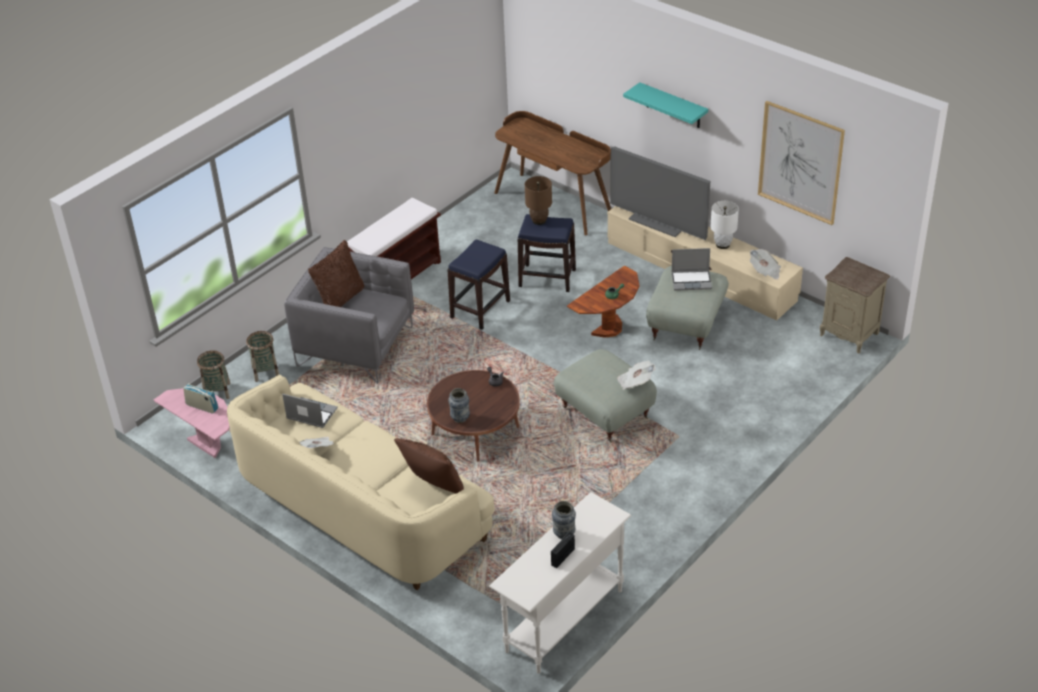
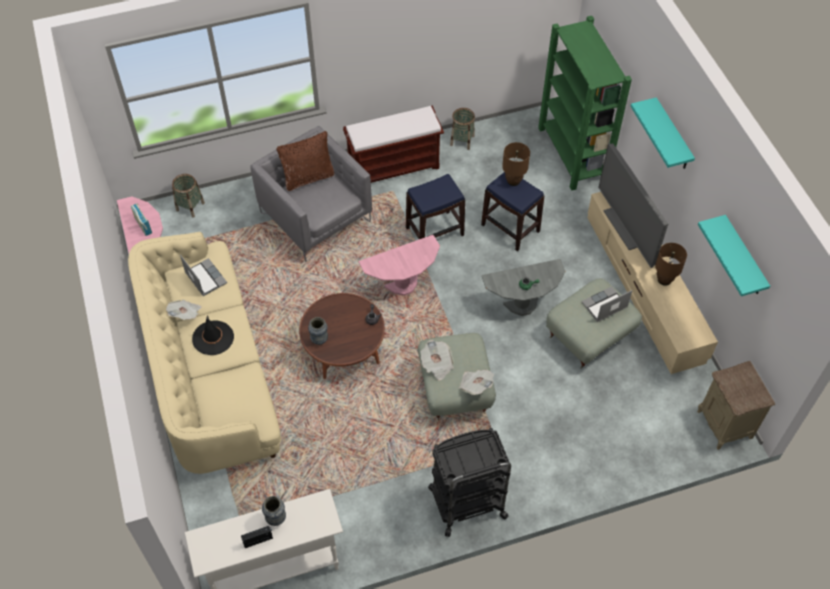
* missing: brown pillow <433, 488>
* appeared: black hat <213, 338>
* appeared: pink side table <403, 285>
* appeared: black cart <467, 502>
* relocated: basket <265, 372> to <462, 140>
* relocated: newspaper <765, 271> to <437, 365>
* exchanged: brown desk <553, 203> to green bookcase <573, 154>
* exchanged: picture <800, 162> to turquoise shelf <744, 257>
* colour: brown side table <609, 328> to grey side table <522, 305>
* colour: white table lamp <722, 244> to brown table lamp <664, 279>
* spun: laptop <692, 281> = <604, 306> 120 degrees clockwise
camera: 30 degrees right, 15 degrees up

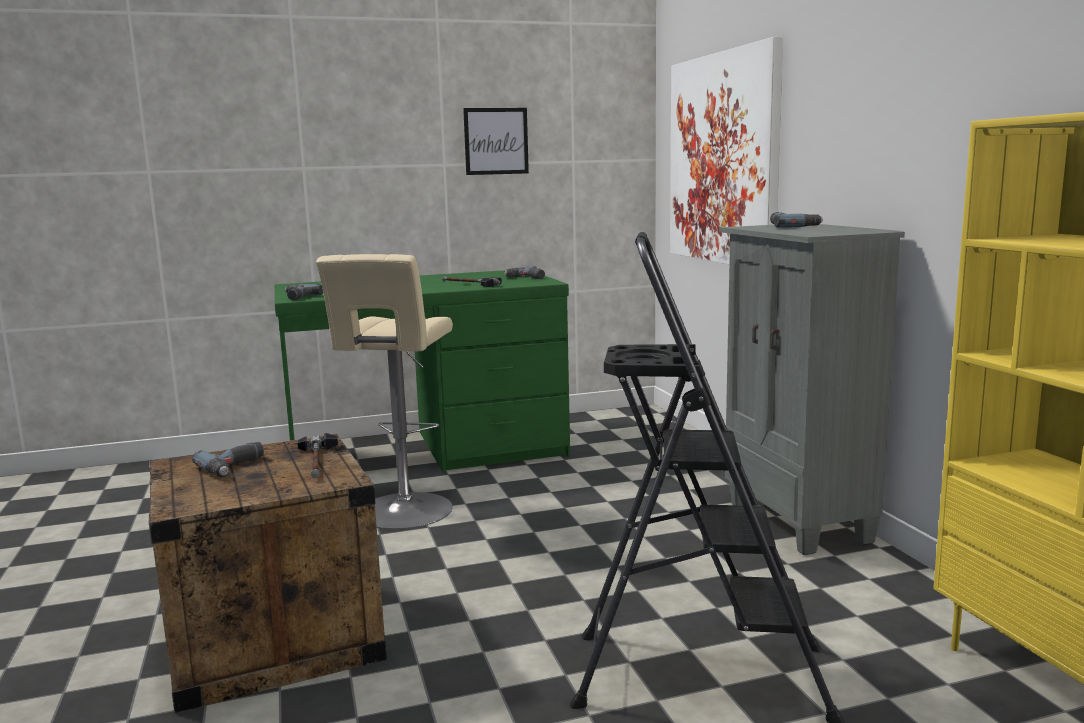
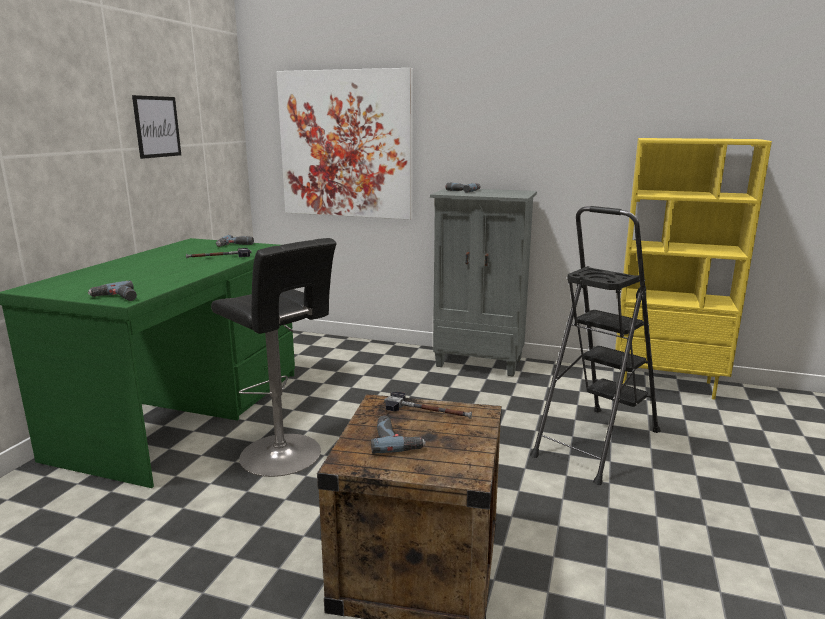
* colour: beige stool <403, 513> to black stool <284, 456>
camera: 55 degrees left, 5 degrees up

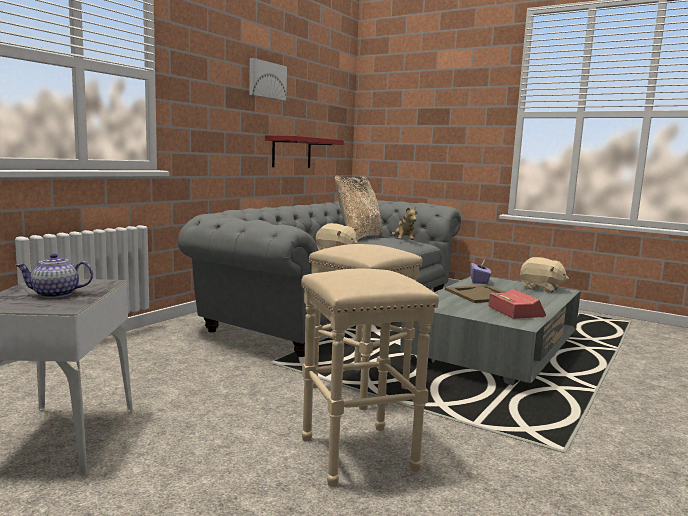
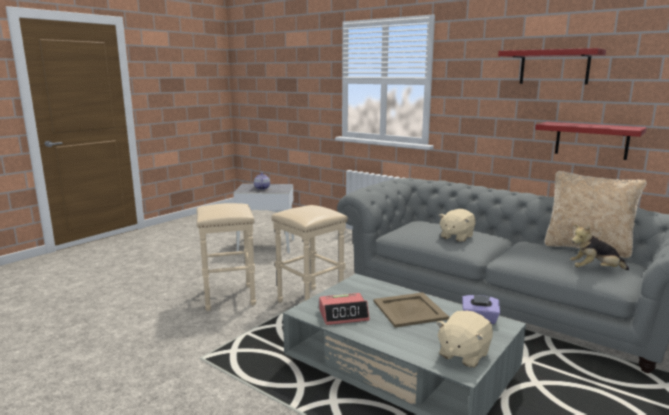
* exchanged: picture <266, 80> to red shelf <554, 67>
camera: 95 degrees right, 5 degrees up

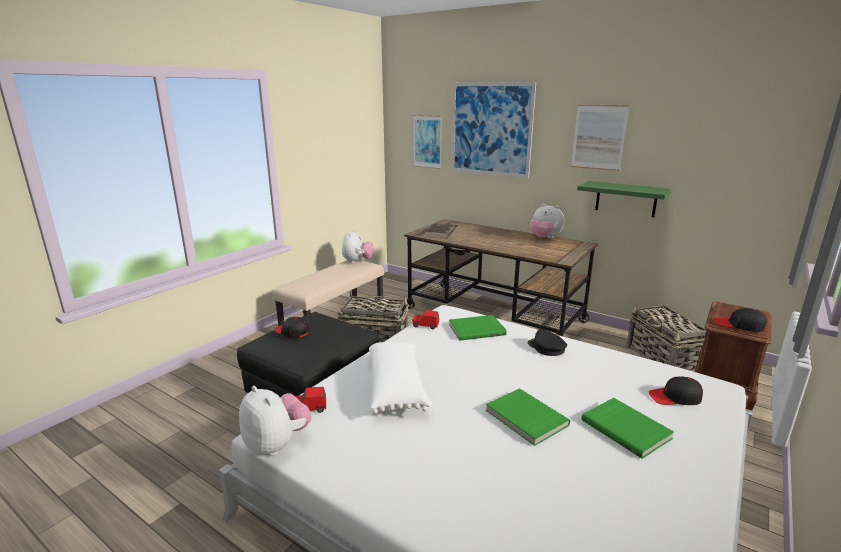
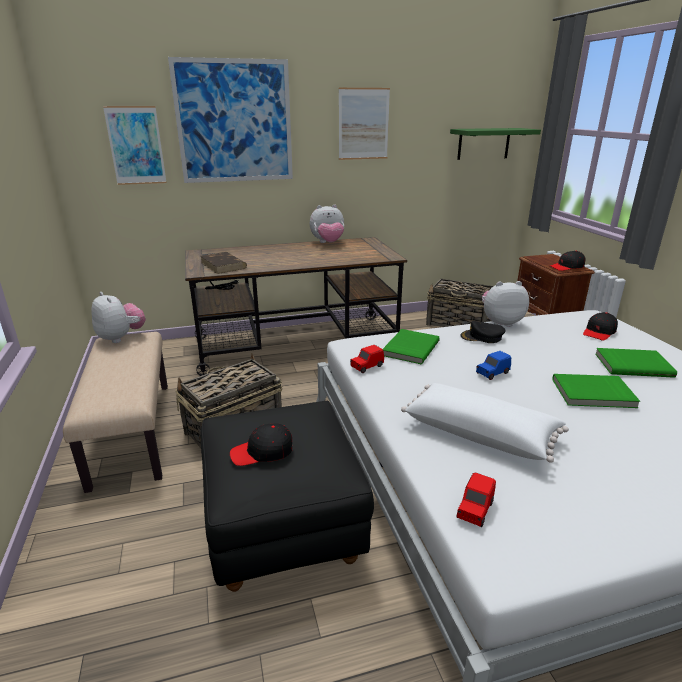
* appeared: blue toy car <492, 373>
* relocated: plush toy <277, 444> to <500, 322>
* relocated: green shelf <626, 199> to <483, 143>
camera: 50 degrees left, 5 degrees up

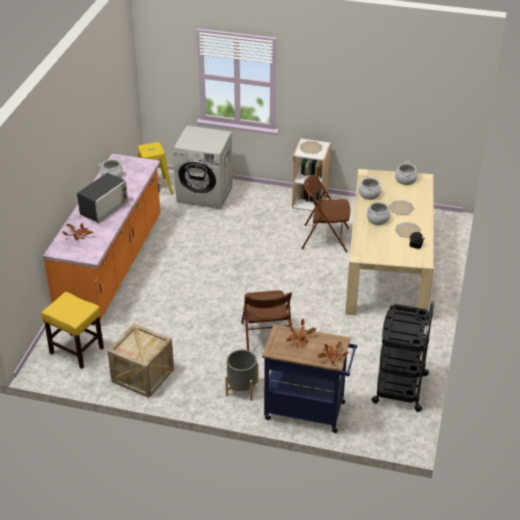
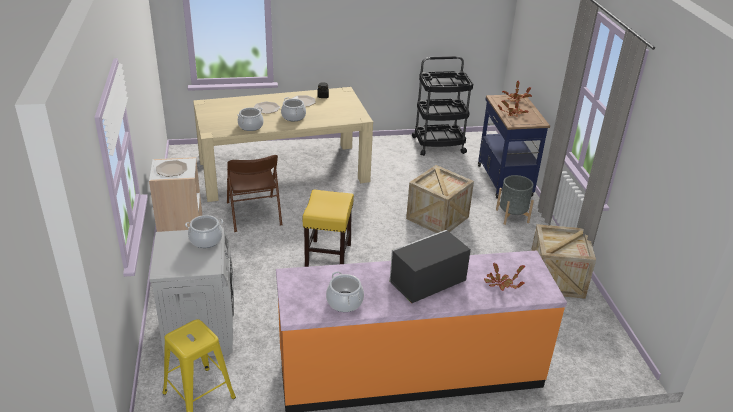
* relocated: yellow stool <76, 350> to <328, 256>
* relocated: cooking pot <405, 180> to <206, 240>
* exchanged: brown chair <266, 338> to crate <437, 218>
* spun: microwave <104, 208> = <427, 282> 45 degrees counterclockwise
camera: 115 degrees left, 5 degrees down

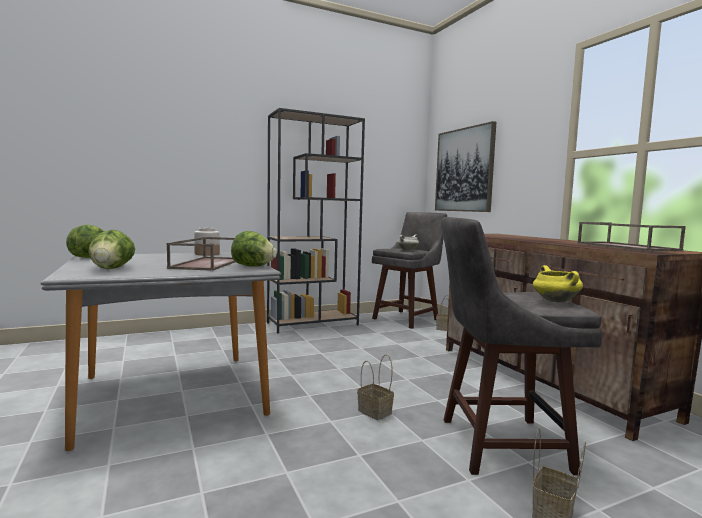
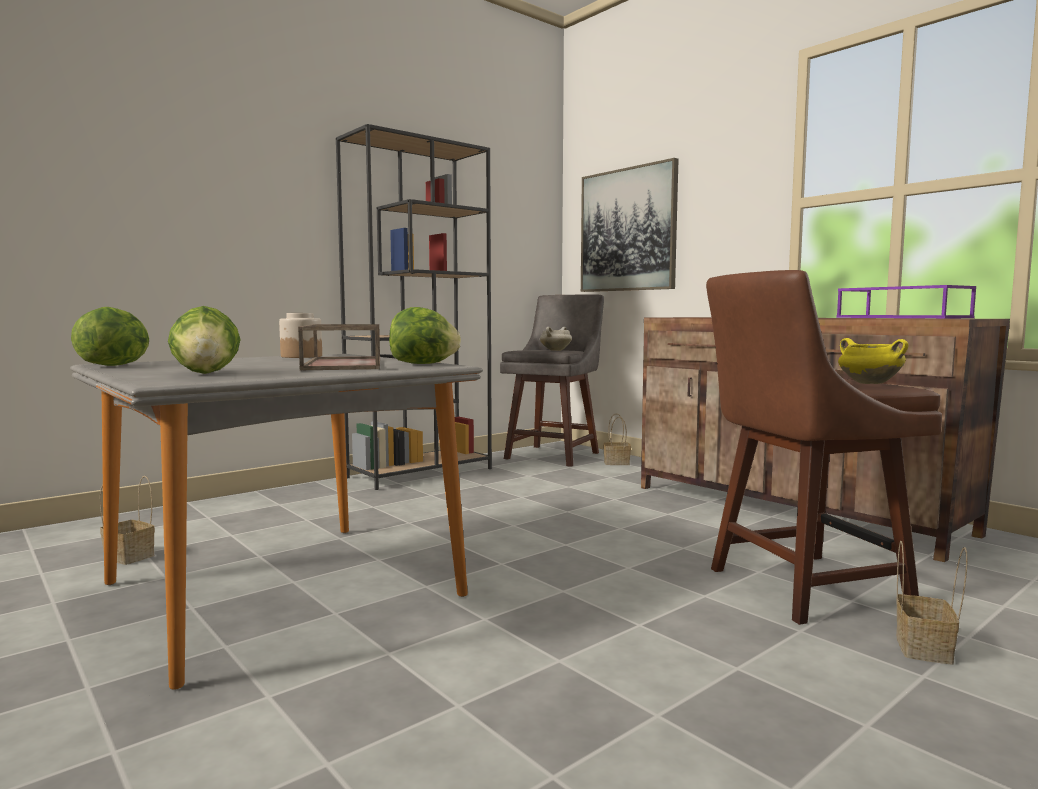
* relocated: basket <376, 412> to <131, 556>
* colour: grey stool <498, 444> to brown stool <801, 587>
* colour: brown tray <624, 247> to purple tray <900, 318>
camera: 15 degrees left, 0 degrees up

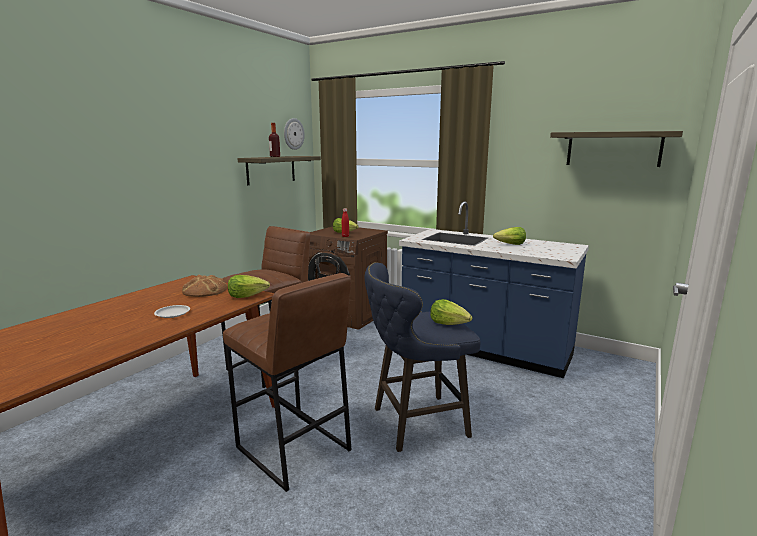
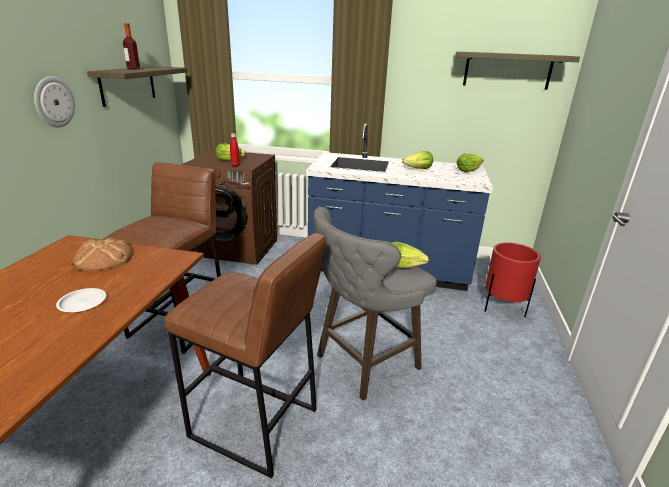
* appeared: red planter <503, 308>
* relocated: lettuce <247, 296> to <468, 170>
* relocated: wall clock <293, 134> to <53, 102>
* colour: blue stool <415, 422> to grey stool <363, 363>
camera: 20 degrees left, 10 degrees up

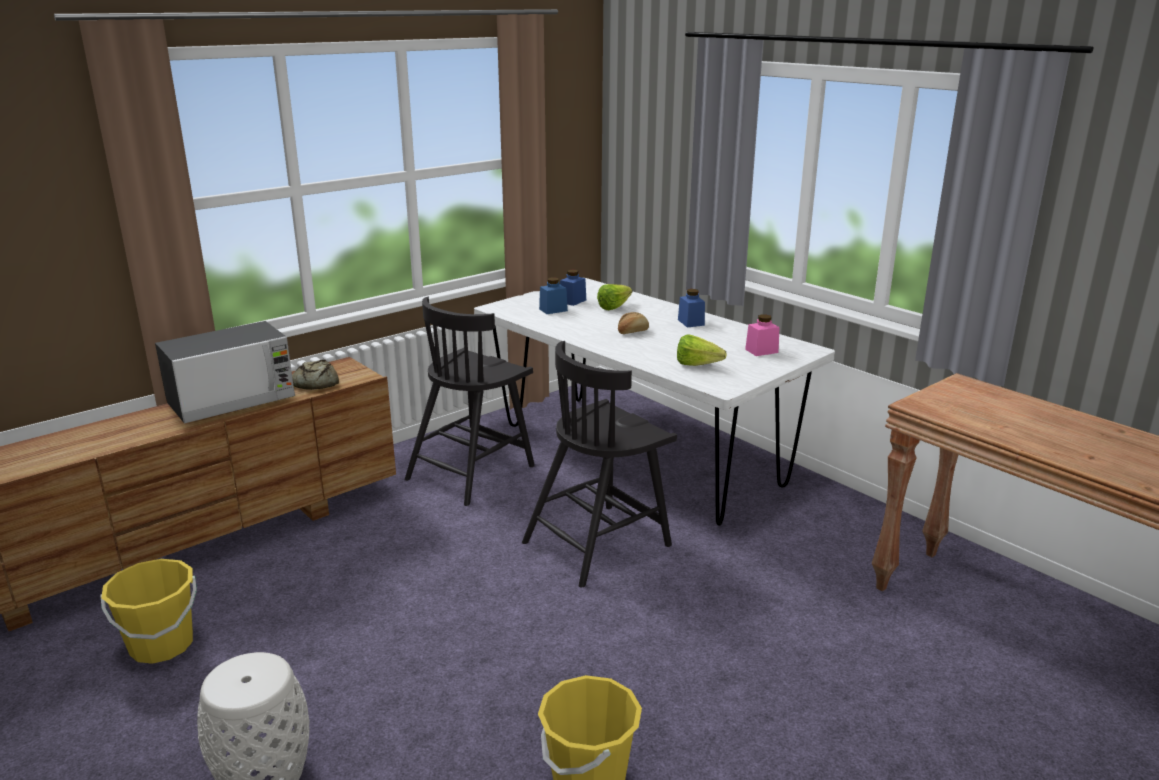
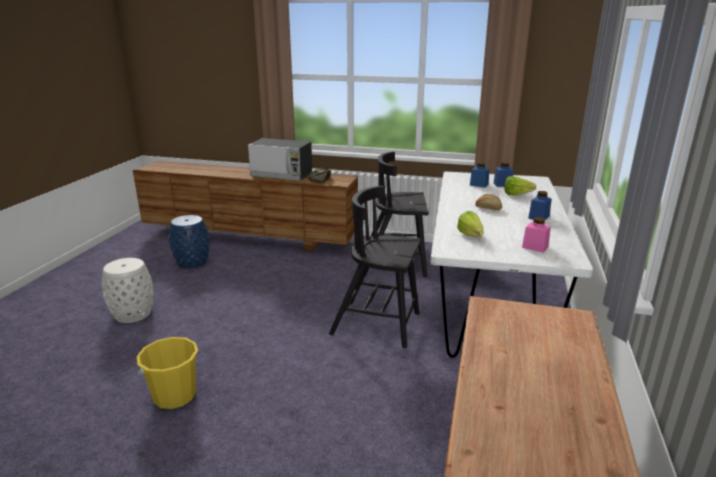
* exchanged: yellow bucket <162, 645> to blue stool <192, 262>
camera: 55 degrees right, 0 degrees up

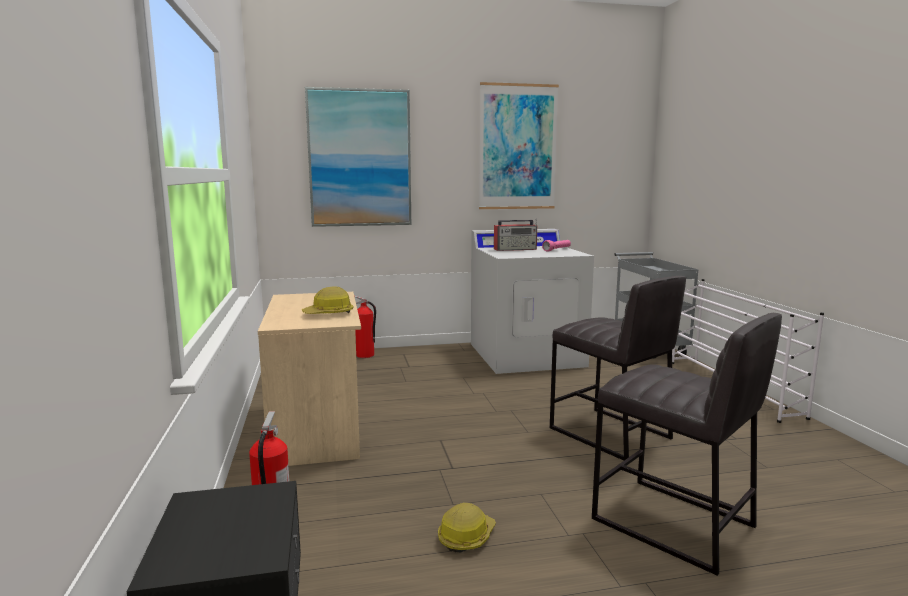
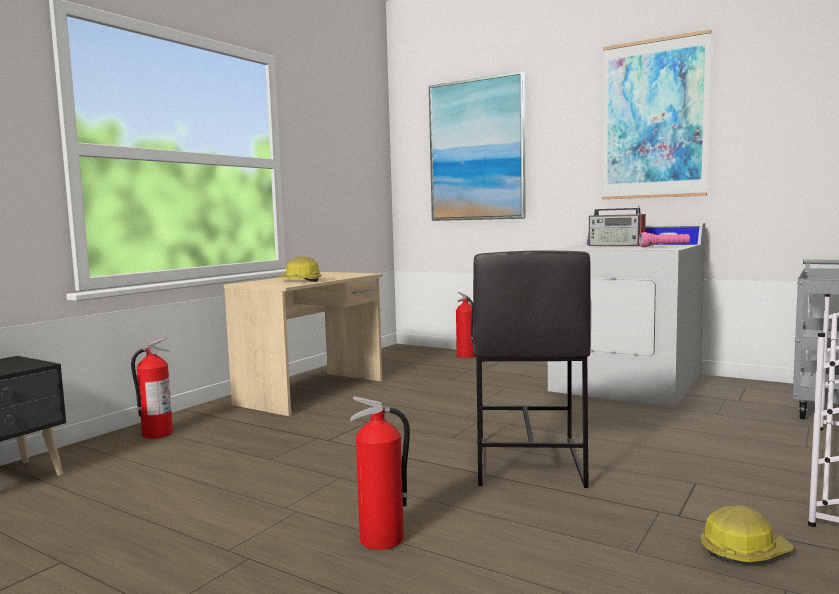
* relocated: hard hat <466, 537> to <743, 551>
* exchanged: grey stool <673, 523> to fire extinguisher <382, 540>
camera: 45 degrees right, 5 degrees down

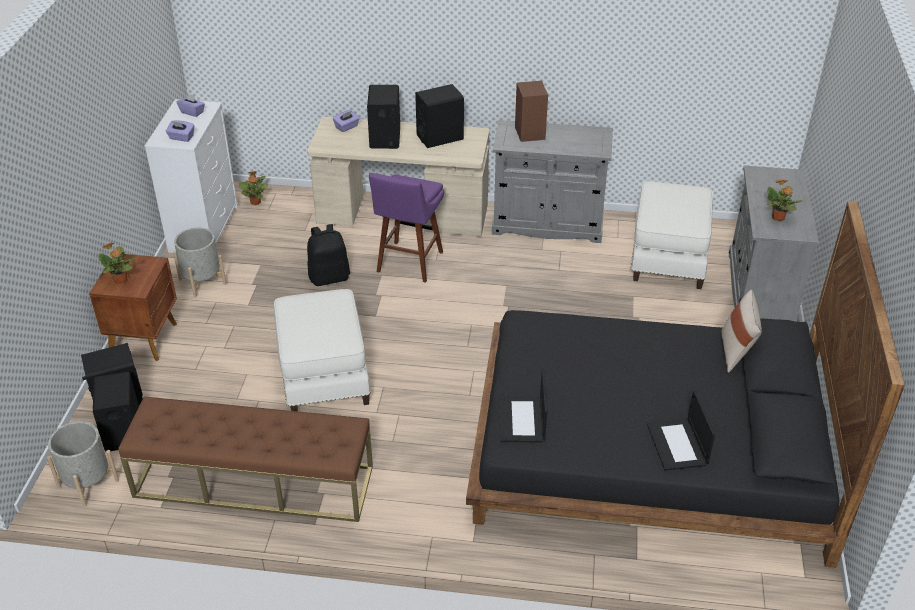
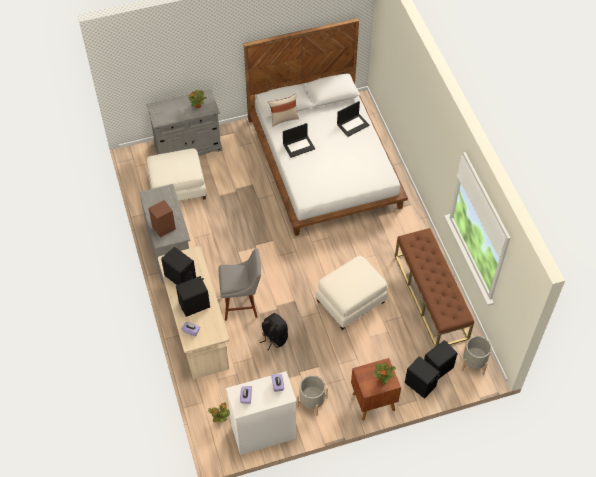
* relocated: laptop <522, 420> to <299, 146>
* colour: purple stool <408, 264> to grey stool <242, 304>
* colour: black bed <648, 449> to white bed <325, 162>
camera: 115 degrees left, 15 degrees up

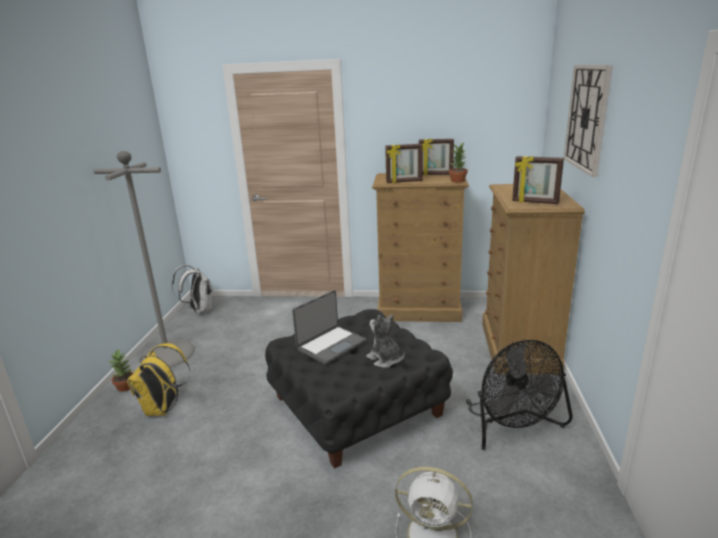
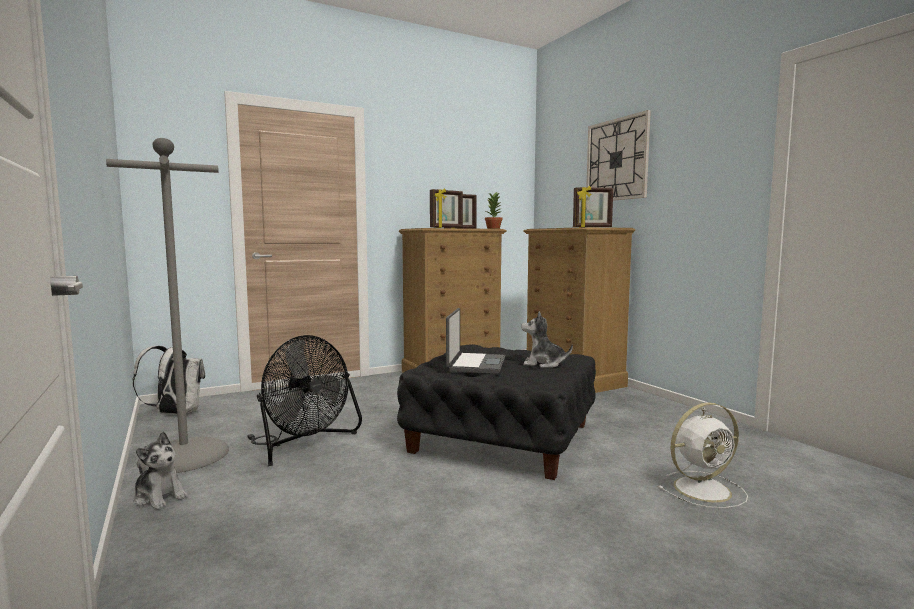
* missing: yellow backpack <163, 409>
* relocated: black fan <510, 426> to <300, 444>
* exchanged: potted plant <125, 387> to plush toy <160, 497>
camera: 35 degrees left, 15 degrees down

